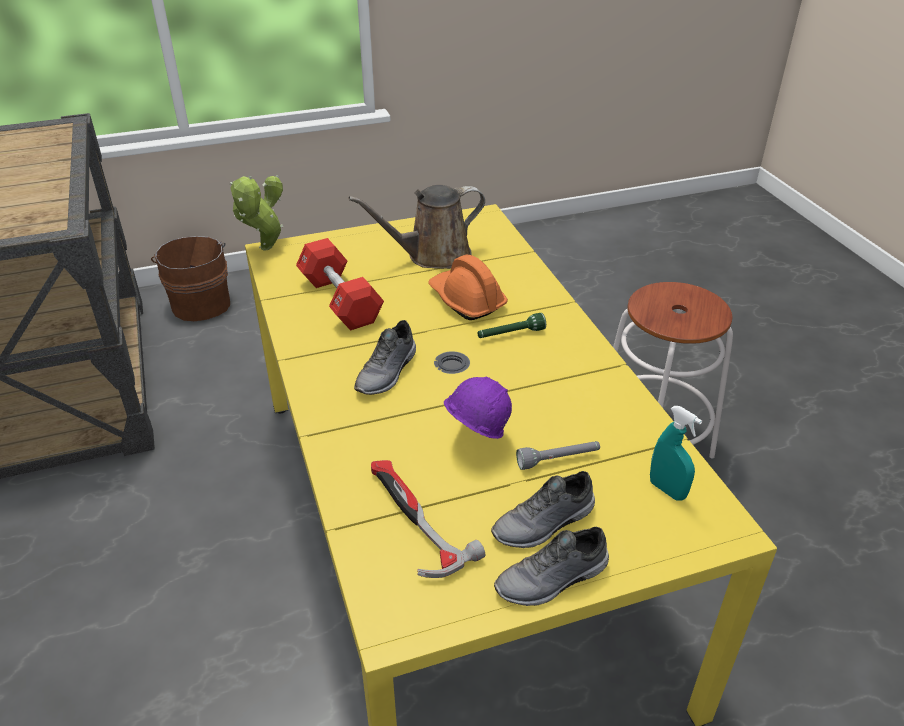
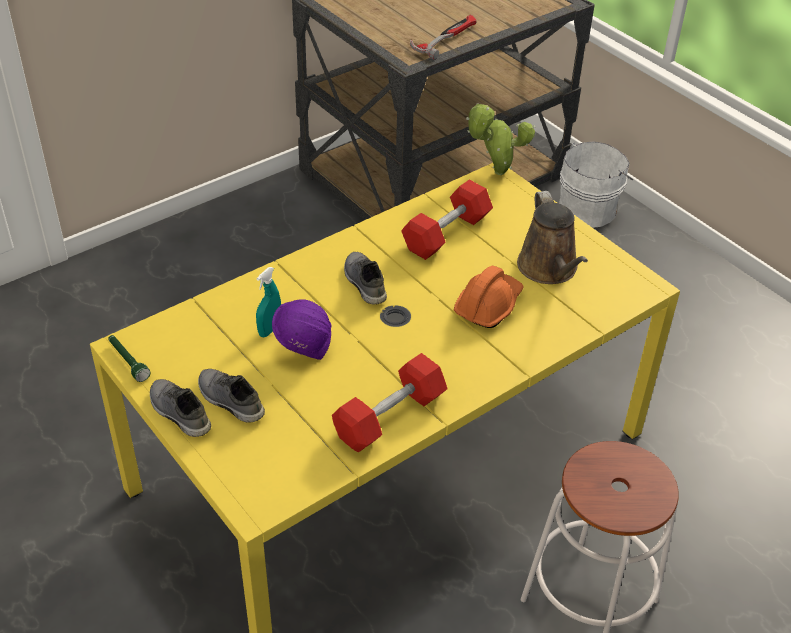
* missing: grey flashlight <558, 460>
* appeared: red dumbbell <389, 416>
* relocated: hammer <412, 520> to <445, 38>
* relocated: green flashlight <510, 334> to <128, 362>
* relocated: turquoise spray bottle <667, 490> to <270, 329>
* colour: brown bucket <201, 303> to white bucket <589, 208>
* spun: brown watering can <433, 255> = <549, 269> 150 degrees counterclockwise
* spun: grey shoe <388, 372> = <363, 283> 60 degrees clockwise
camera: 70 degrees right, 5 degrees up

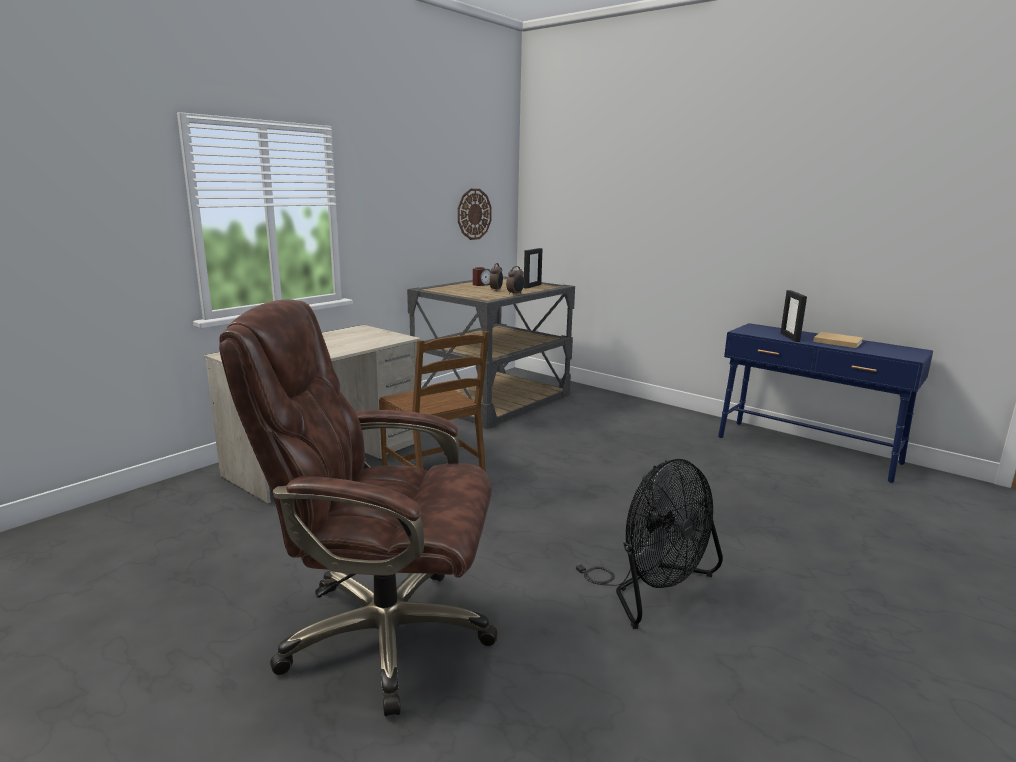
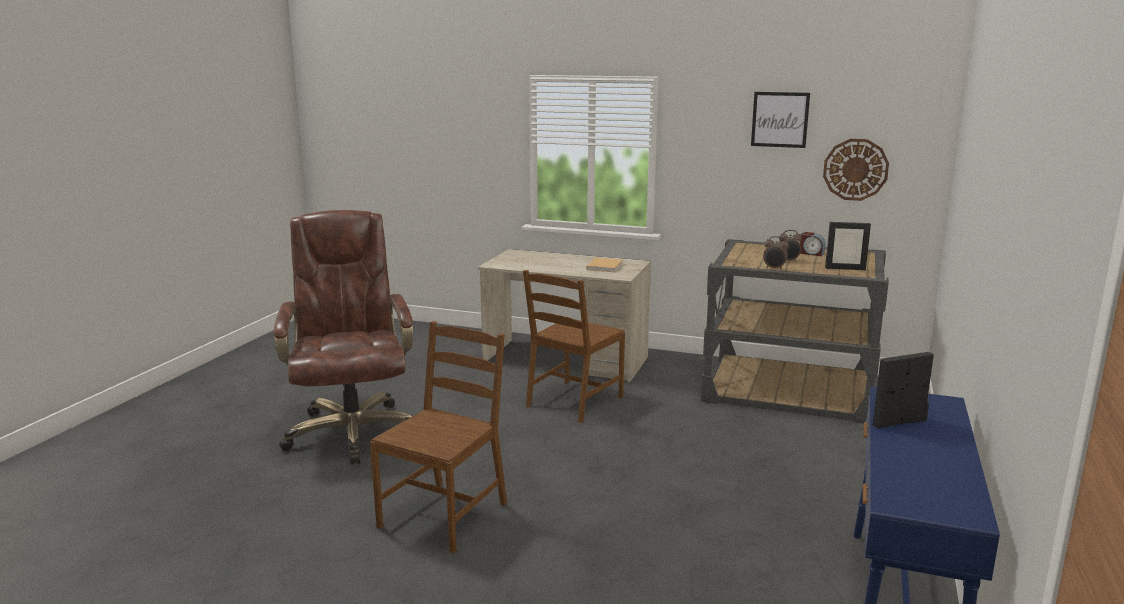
* appeared: picture <780, 119>
* relocated: beige book <836, 341> to <605, 266>
* exchanged: black fan <649, 589> to brown chair <444, 515>
camera: 70 degrees right, 0 degrees up

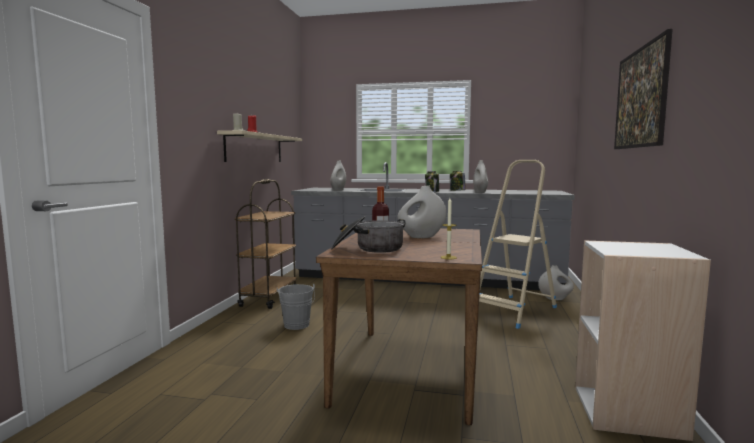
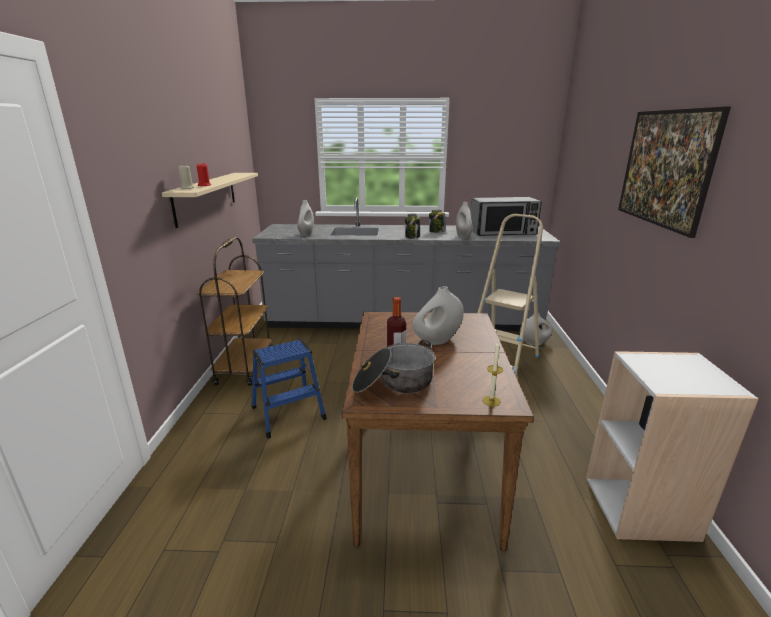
* appeared: microwave <503, 232>
* exchanged: grey bucket <297, 326> to blue step ladder <288, 412>
camera: 10 degrees left, 15 degrees up

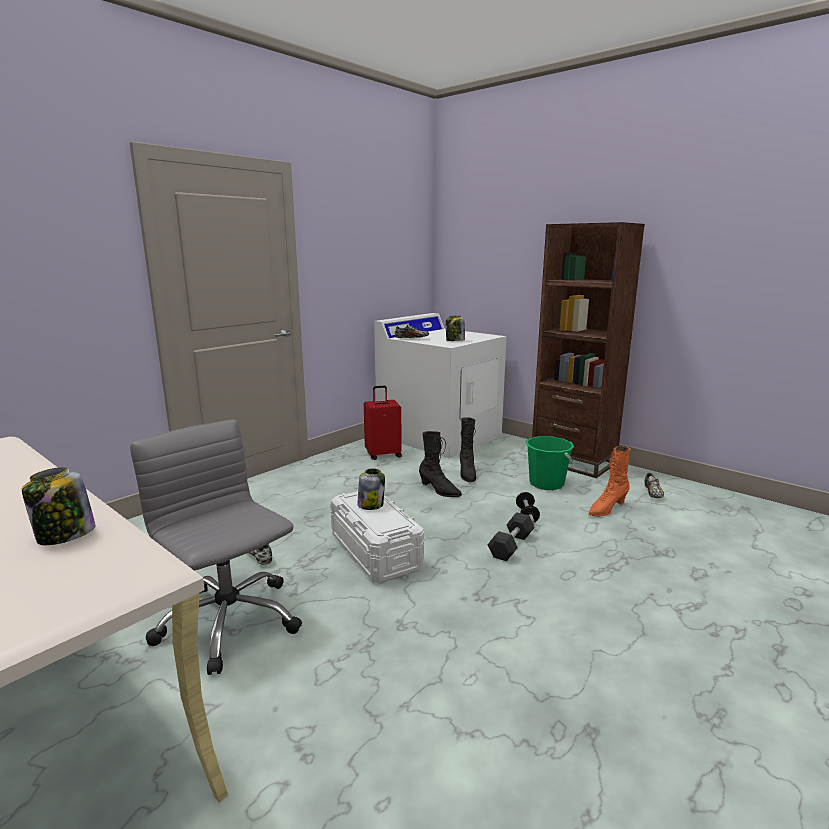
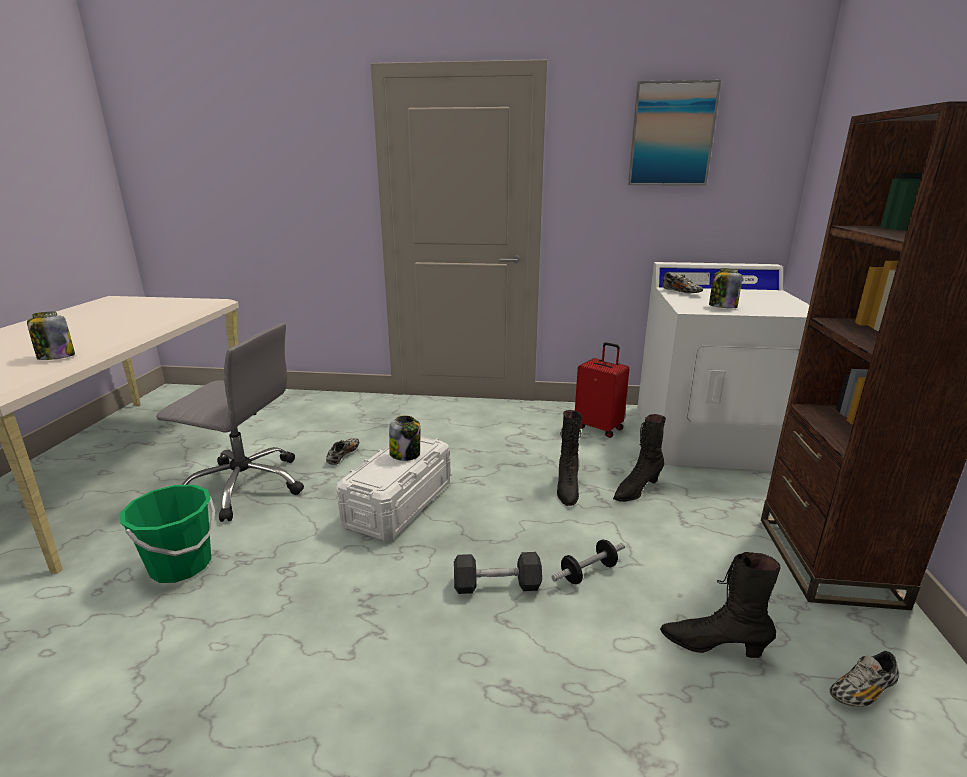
* appeared: picture <671, 134>
* relocated: green bucket <546, 484> to <181, 565>
* colour: orange boot <606, 509> to black boot <712, 645>
* spun: grey office chair <228, 622> = <245, 486> 90 degrees clockwise
camera: 55 degrees right, 5 degrees up

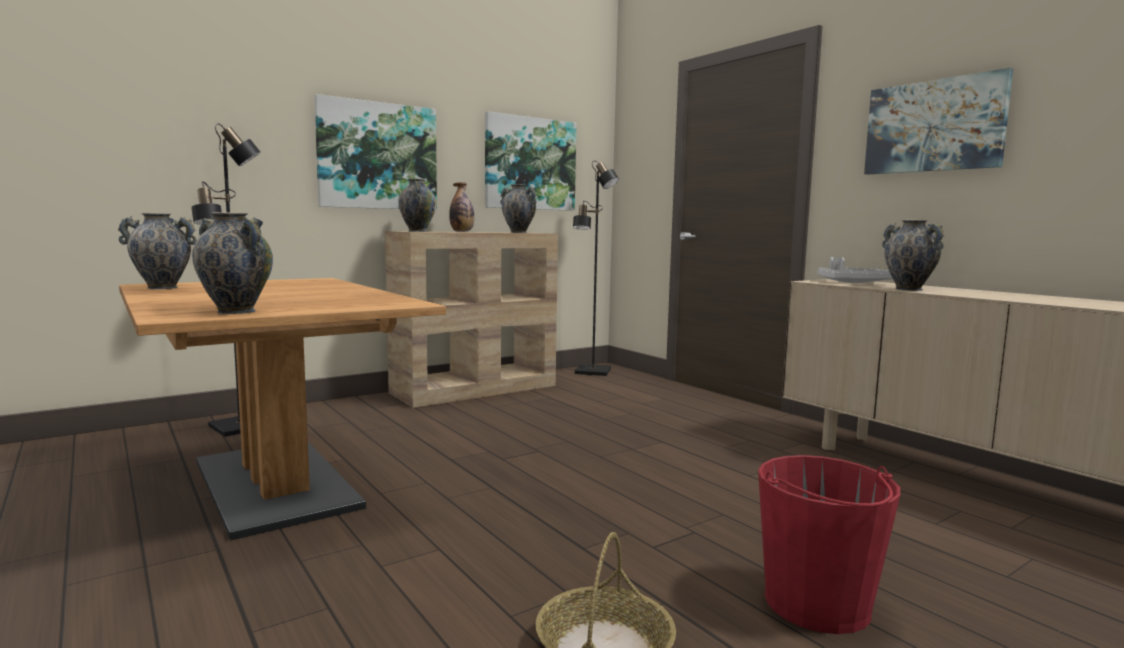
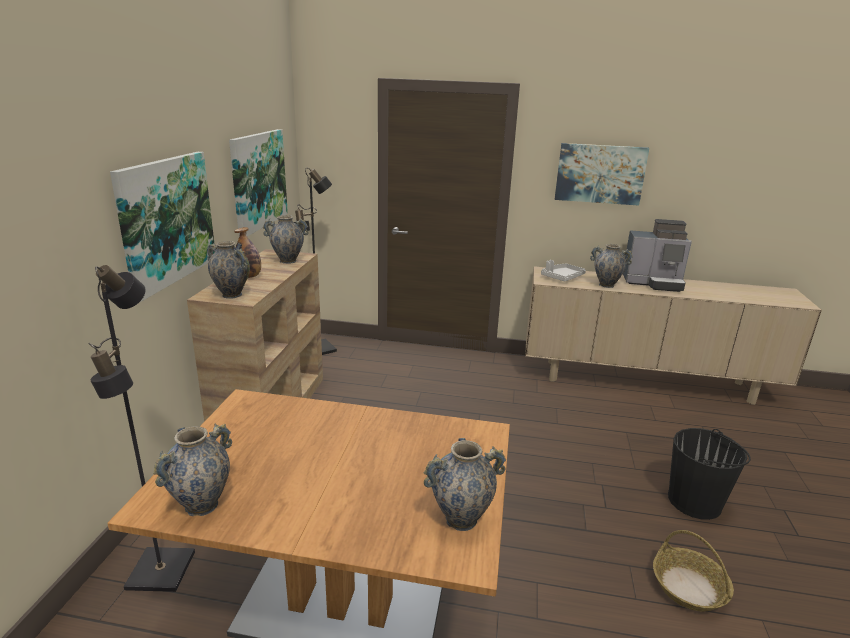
* appeared: coffee machine <653, 283>
* colour: red bucket <817, 604> to black bucket <695, 502>
camera: 45 degrees left, 15 degrees up

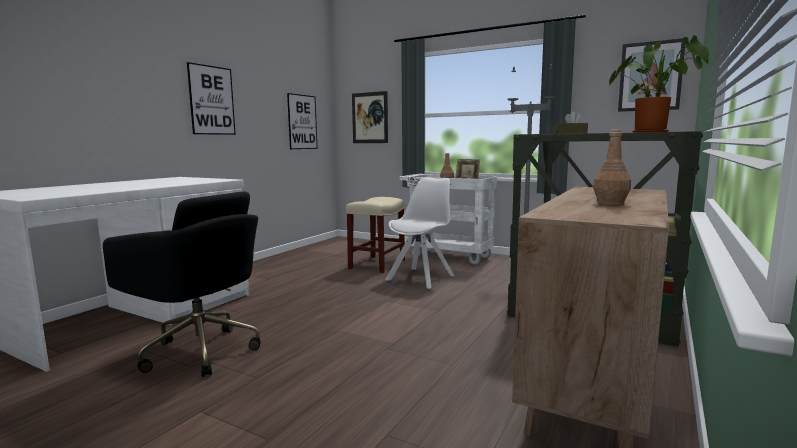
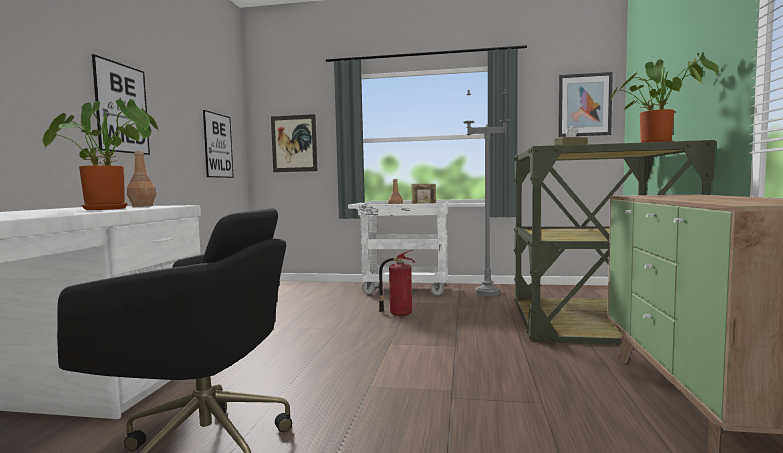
* missing: beige stool <377, 264>
* appeared: potted plant <111, 209>
* relocated: brown bottle <610, 203> to <142, 206>
* exchanged: white chair <421, 278> to fire extinguisher <399, 314>
camera: 20 degrees left, 5 degrees down

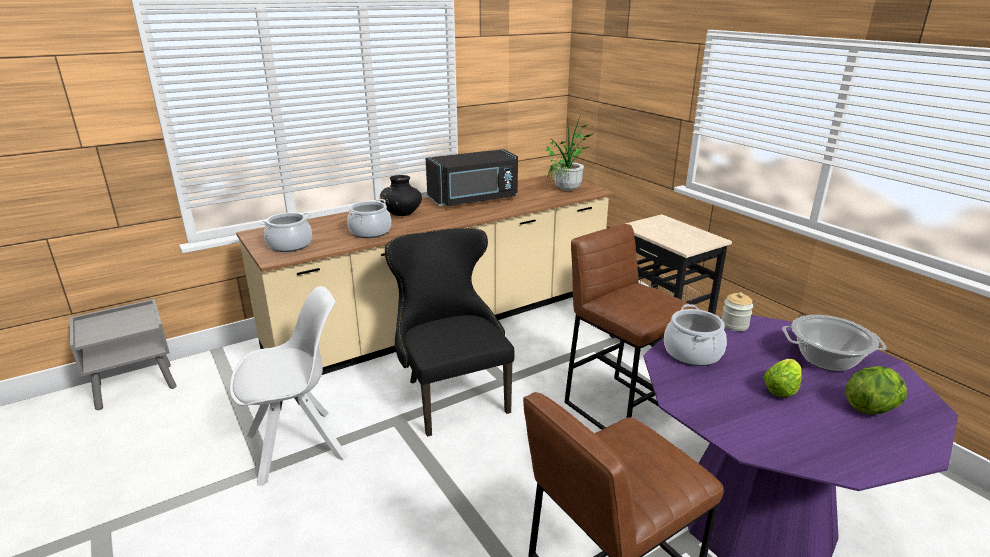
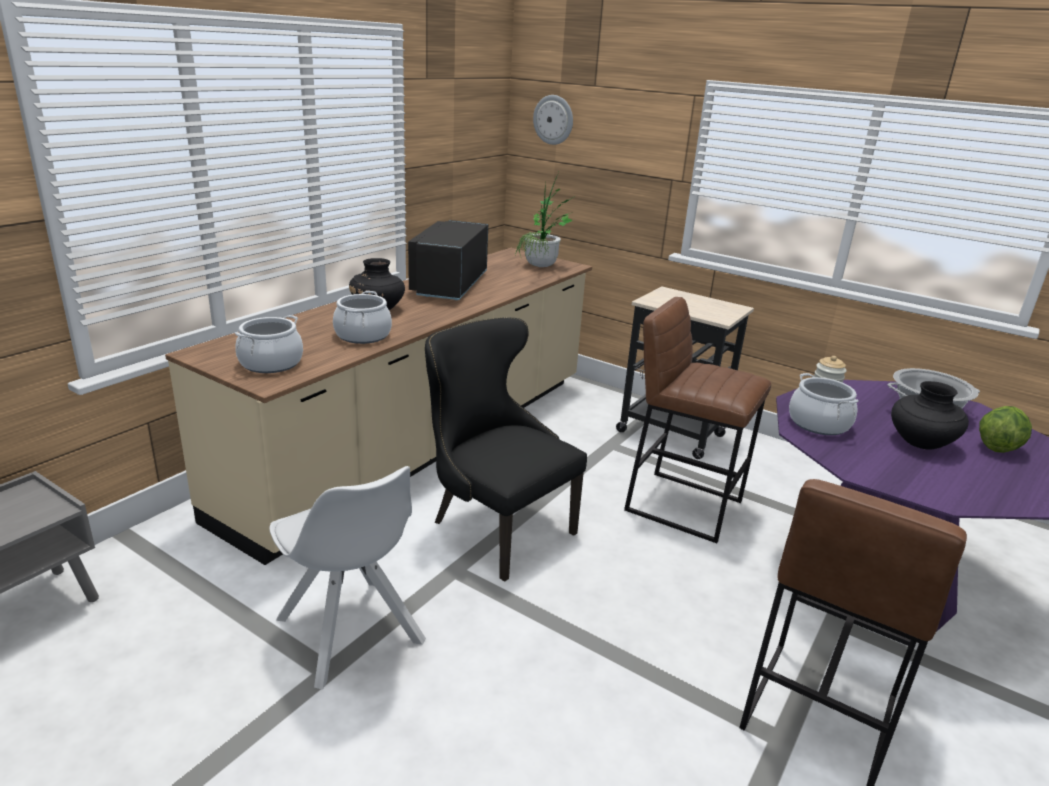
* appeared: wall clock <553, 120>
* exchanged: lettuce <782, 388> to black vase <920, 443>
* spun: white chair <298, 446> = <350, 632> 105 degrees clockwise
* spun: black microwave <474, 199> = <448, 285> 150 degrees clockwise
camera: 25 degrees left, 0 degrees up

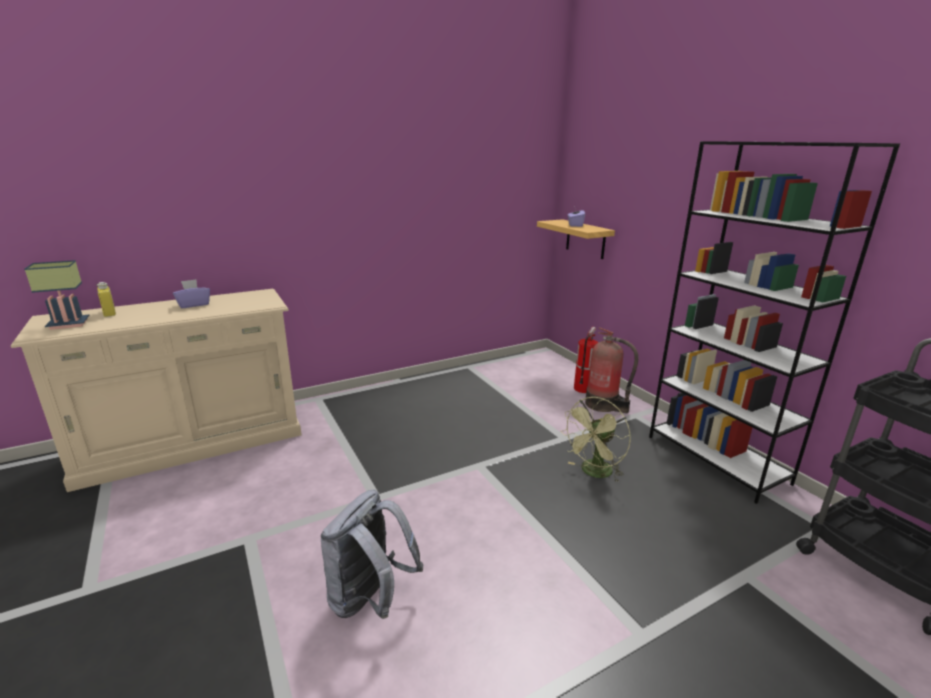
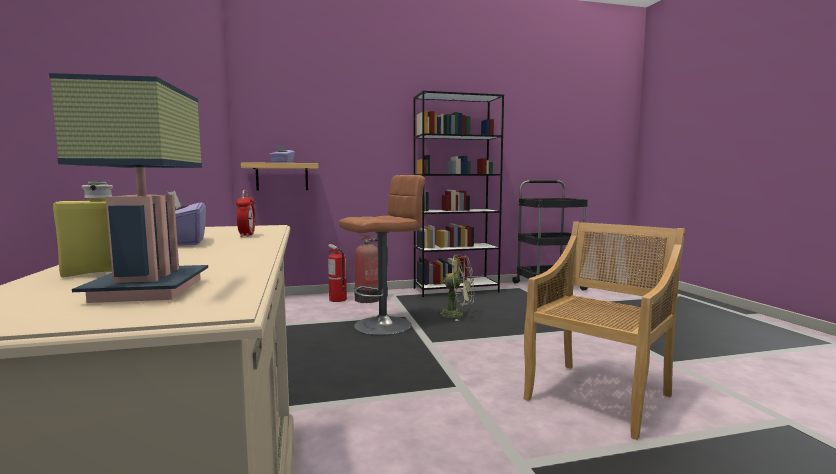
* appeared: alarm clock <247, 235>
* appeared: brown stool <383, 325>
* exchanged: grey backpack <369, 600> to beige chair <598, 396>
* spun: green fan <594, 473> = <457, 315> 45 degrees counterclockwise
camera: 75 degrees left, 15 degrees down

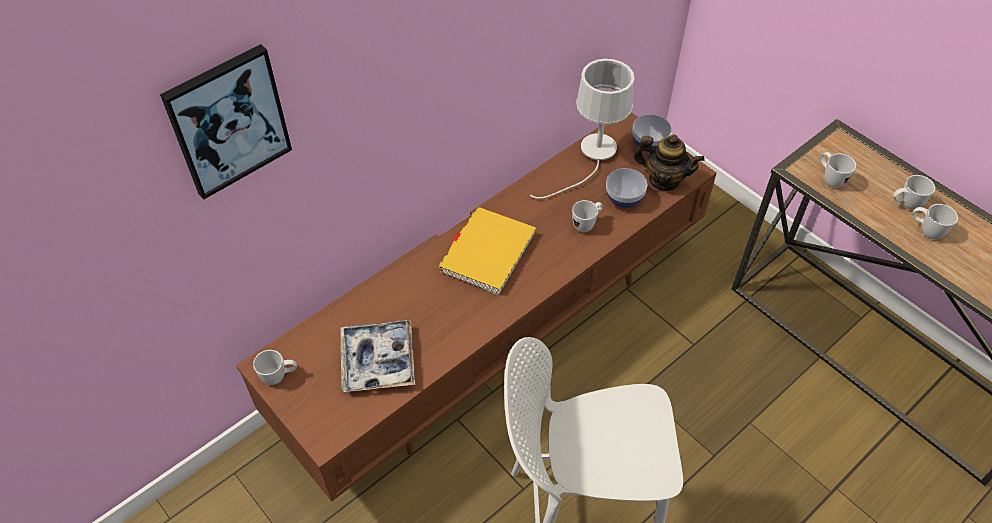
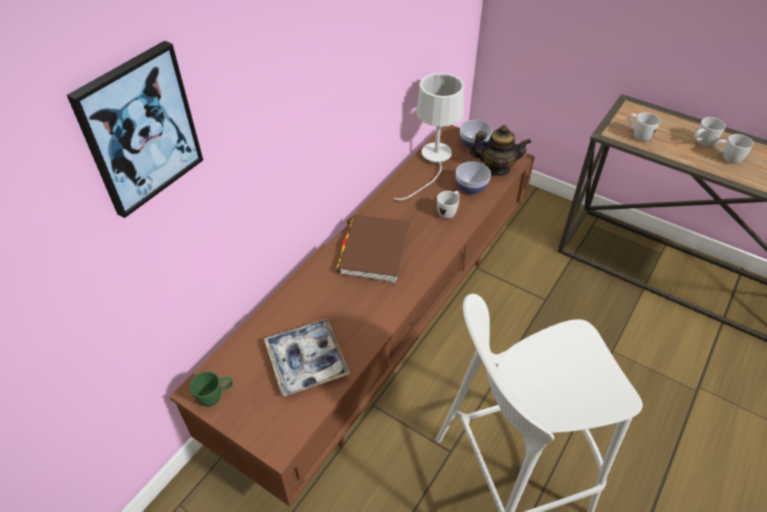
* colour: white mug <279, 376> to green mug <216, 397>
* colour: yellow book <488, 253> to brown book <374, 250>
camera: 15 degrees left, 5 degrees down

